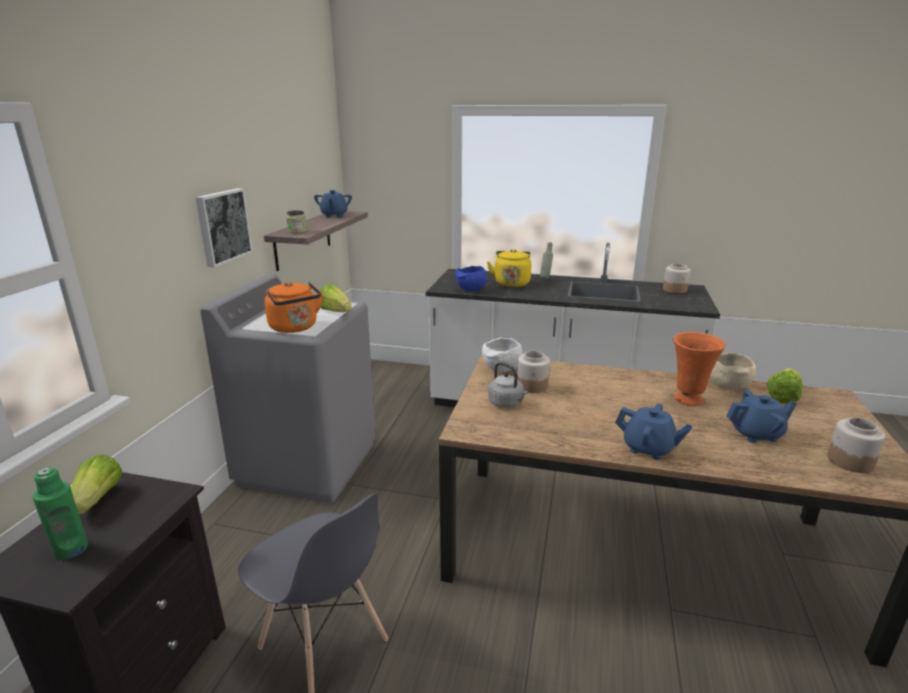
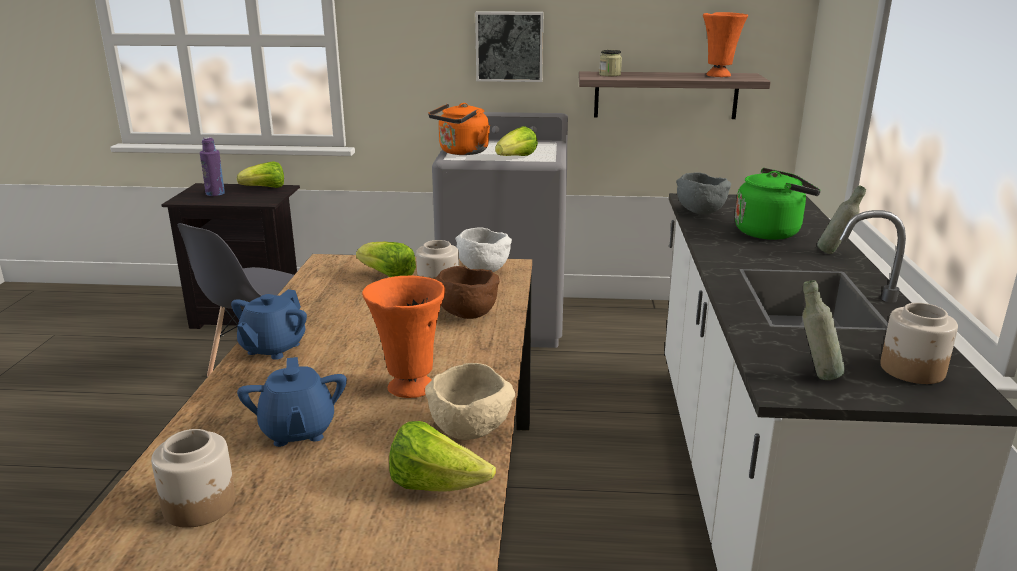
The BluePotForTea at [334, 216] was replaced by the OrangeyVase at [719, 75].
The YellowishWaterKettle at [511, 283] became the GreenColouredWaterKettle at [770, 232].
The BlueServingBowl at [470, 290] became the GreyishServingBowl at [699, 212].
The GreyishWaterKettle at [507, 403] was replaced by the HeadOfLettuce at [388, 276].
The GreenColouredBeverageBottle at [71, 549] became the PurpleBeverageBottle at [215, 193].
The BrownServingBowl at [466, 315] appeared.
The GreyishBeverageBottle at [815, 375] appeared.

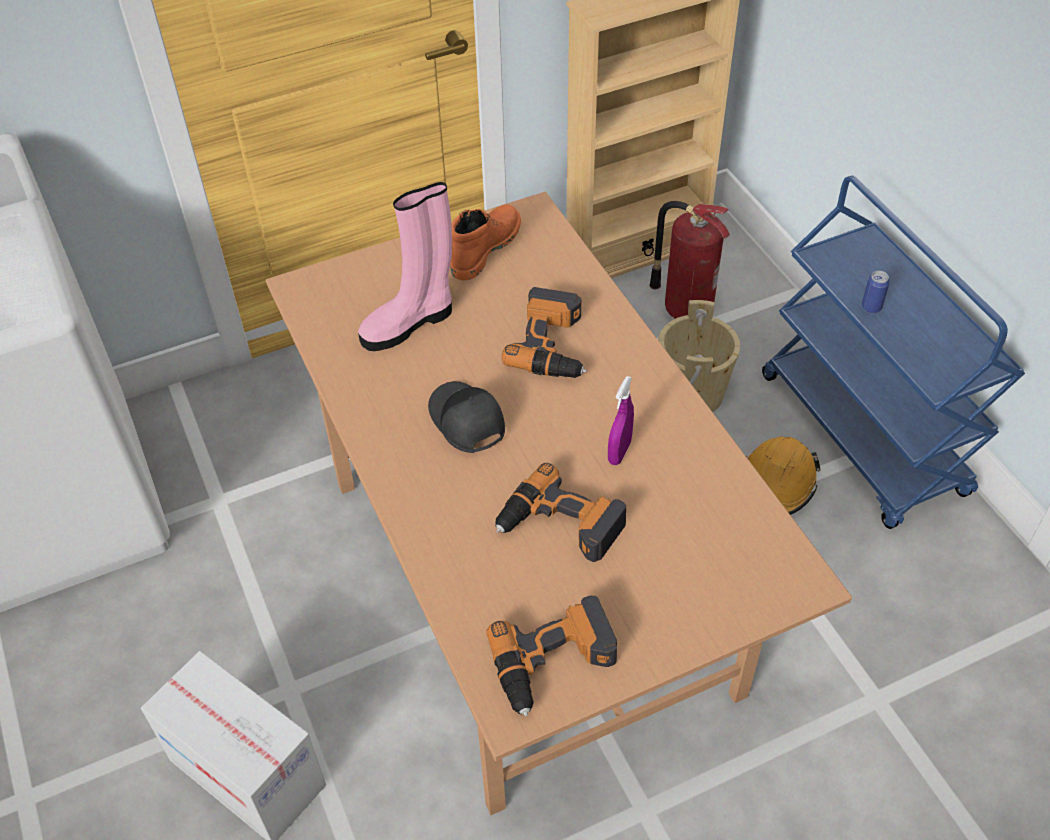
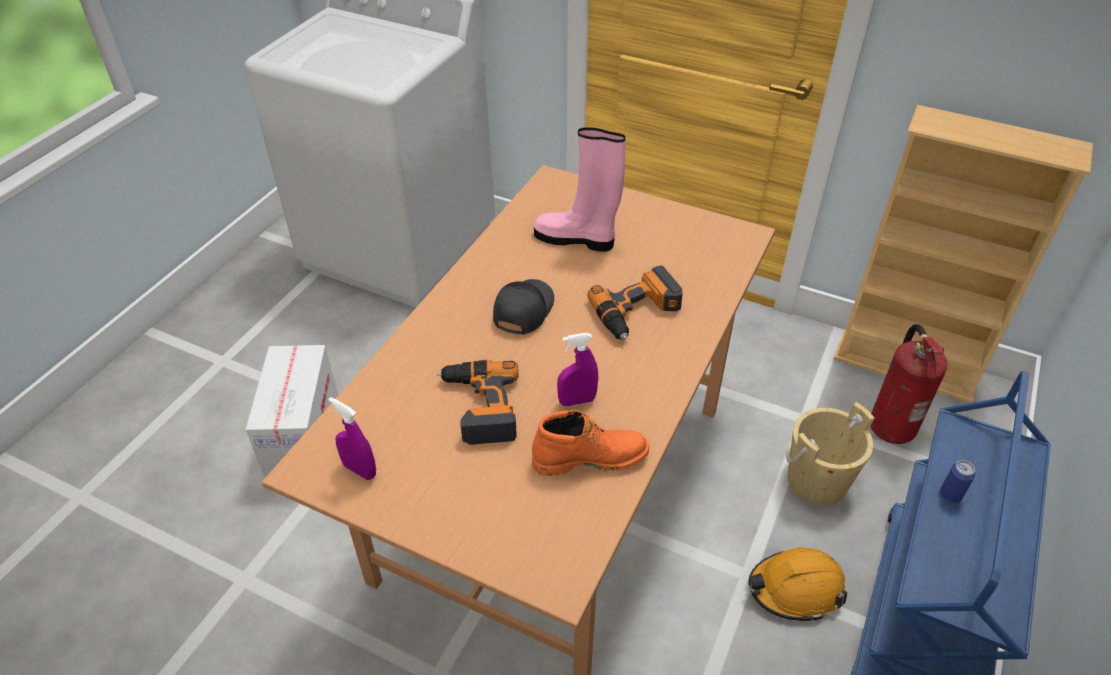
The OrangeyHighTopBoot moved from [484, 248] to [590, 457].
The PowerDrill at [555, 663] was replaced by the PurpleHandSprayer at [360, 470].

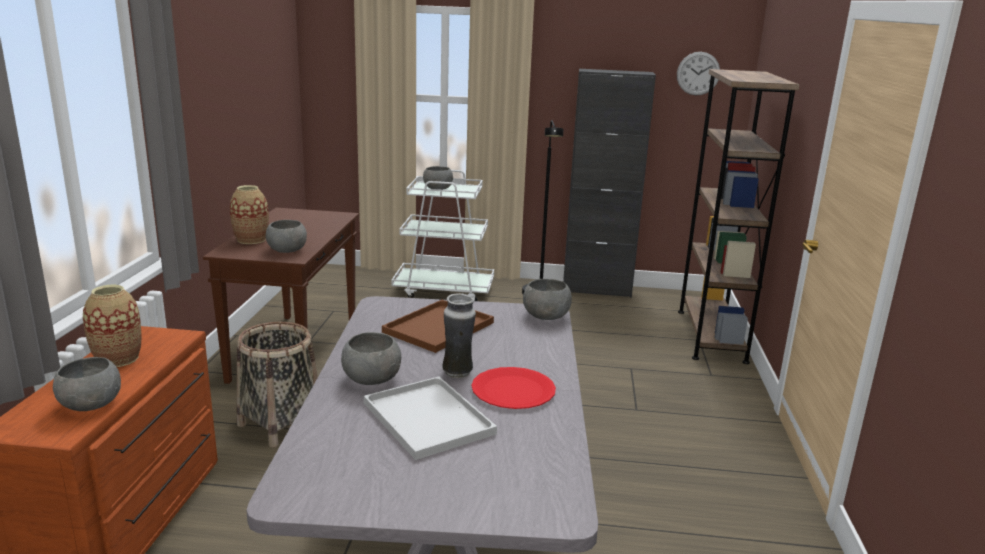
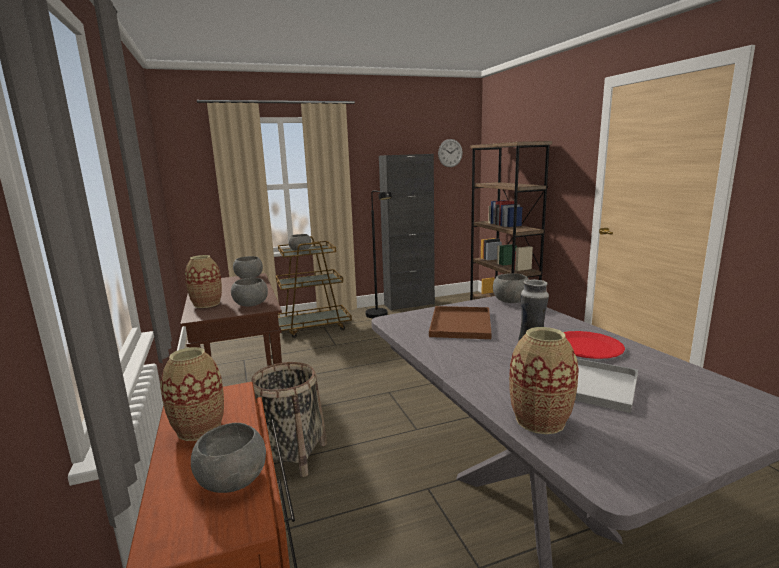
The WhiteColouredWheeledCart at [444, 290] became the BrownWheeledCart at [313, 327].
The GreyishServingBowl moved from [371, 378] to [249, 277].
The Vase at [539, 420] appeared.

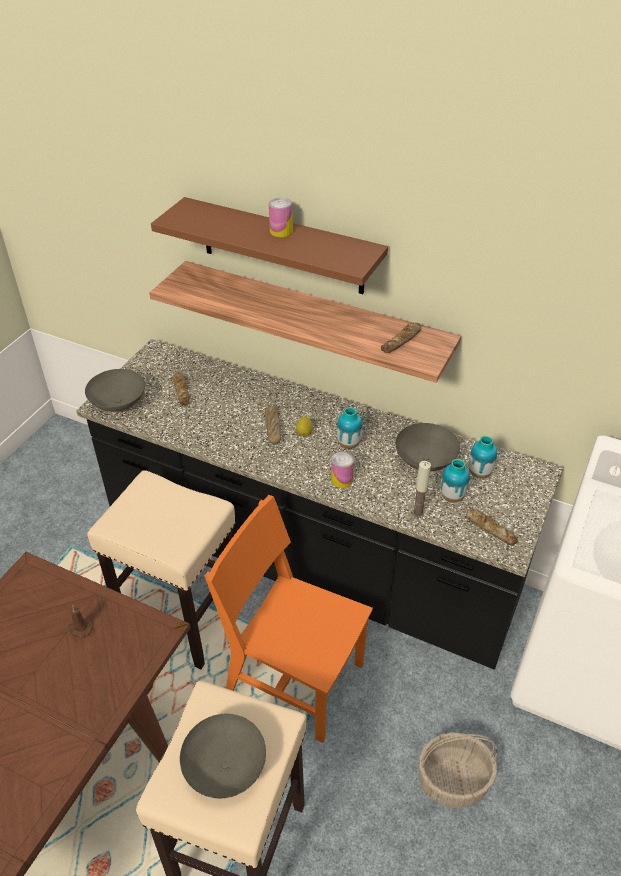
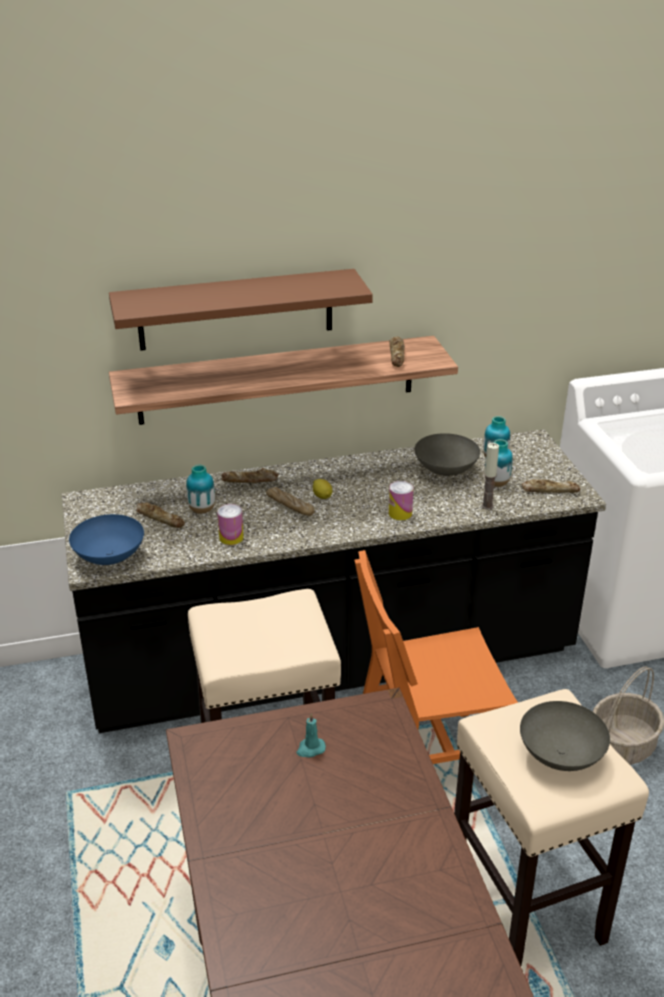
The SealedCan moved from [281, 231] to [231, 537].
The GreyishServingBowl at [119, 404] became the BlueServingBowl at [110, 557].
The Vase moved from [348, 444] to [202, 510].
The BrownWaxCandle at [80, 629] became the TurquoiseColouredWaxCandle at [310, 749].
The BakeryBread at [250, 480] appeared.

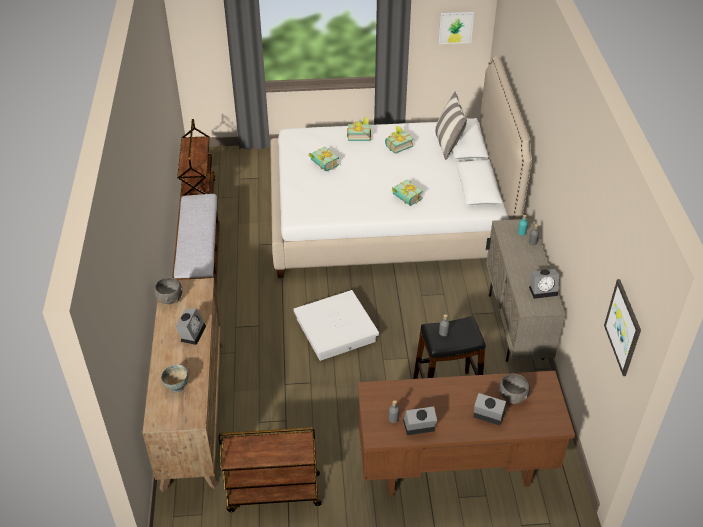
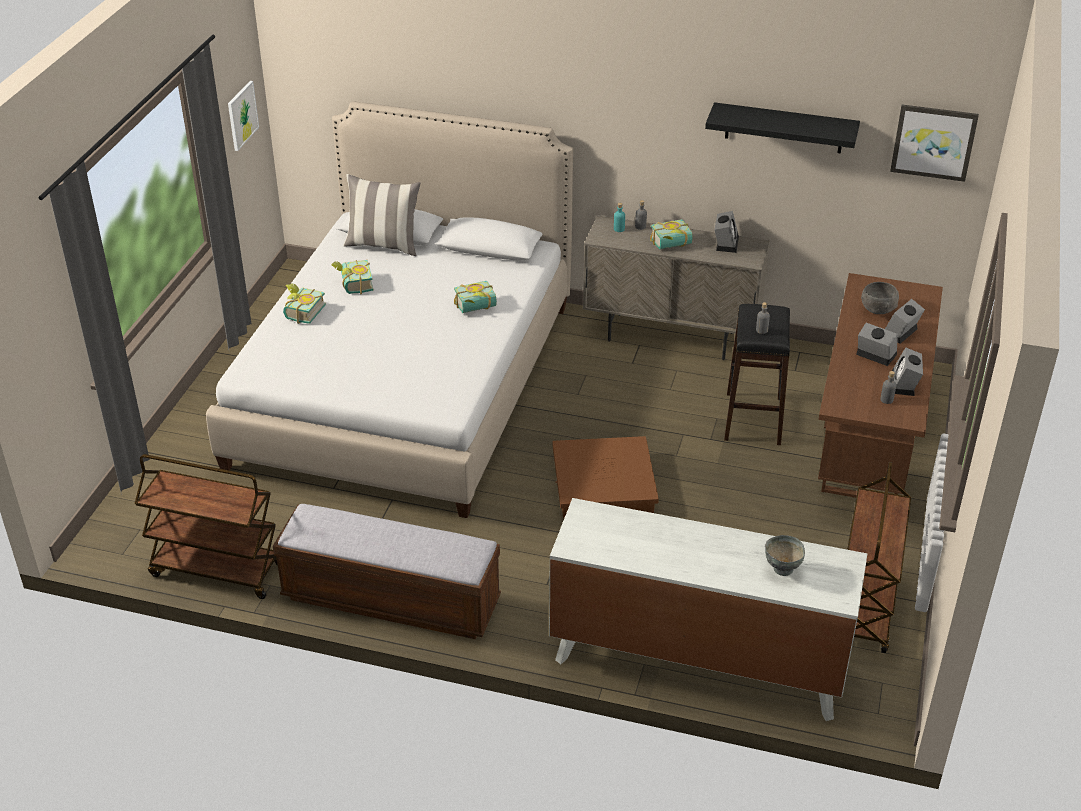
The Volume moved from [322, 165] to [672, 245].
The GreyishServingBowl at [169, 298] disappeared.
The BrownDrawerChest at [193, 411] became the WhiteColouredDrawerChest at [697, 661].
The WhiteColouredStorageBin at [335, 330] became the BrownStorageBin at [603, 485].
The AlarmClock moved from [192, 332] to [874, 355].
The BlackishWallShelf at [784, 128] appeared.

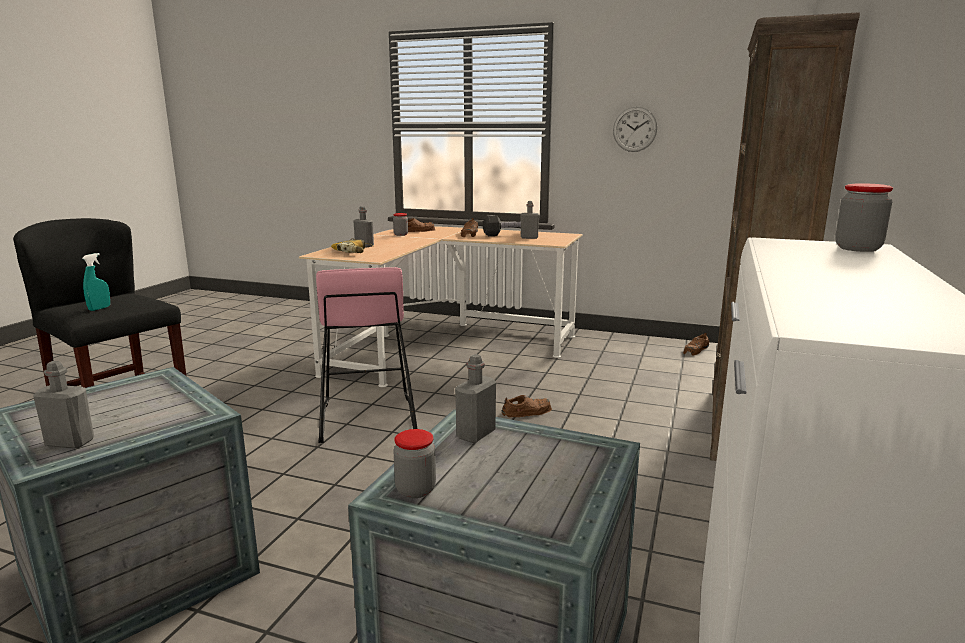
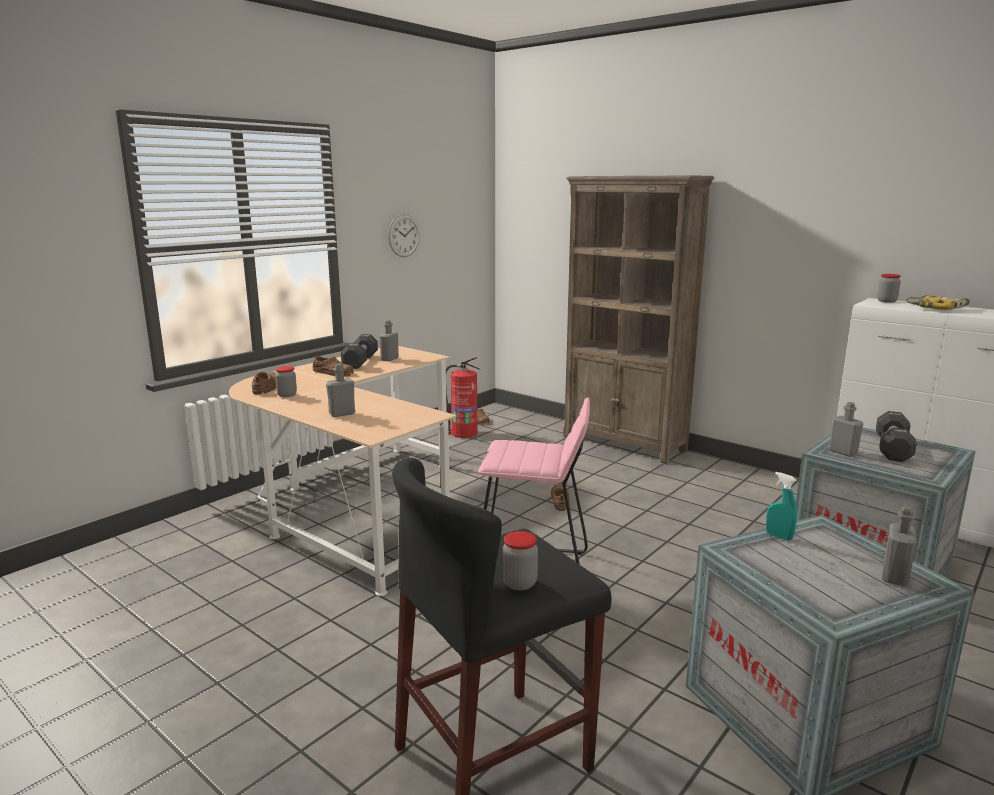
The PowerDrill moved from [354, 251] to [938, 308].
The TurquoiseColouredHandSprayer moved from [99, 308] to [778, 536].
The Jar moved from [415, 490] to [519, 583].
The Extinguisher at [463, 433] appeared.
The BlackishDumbbell at [892, 449] appeared.

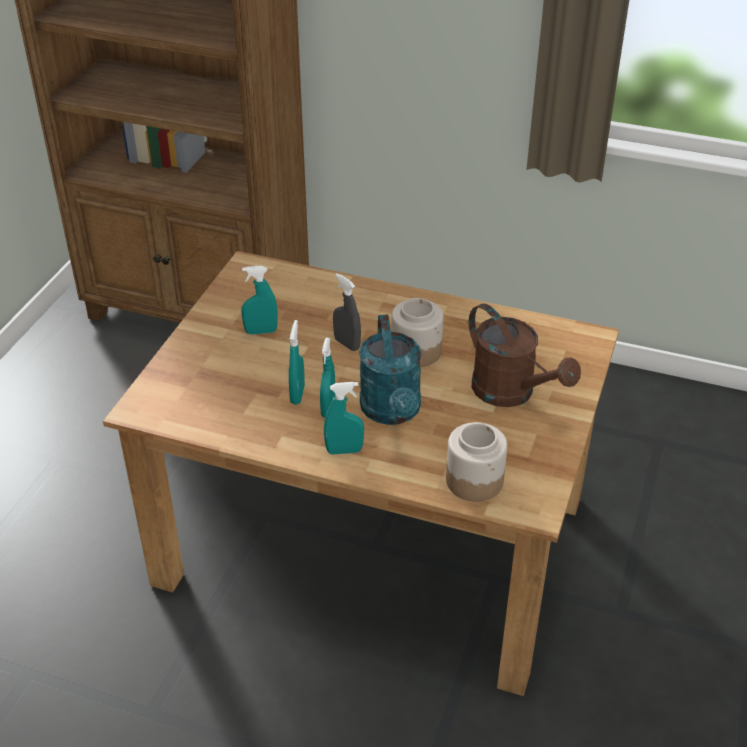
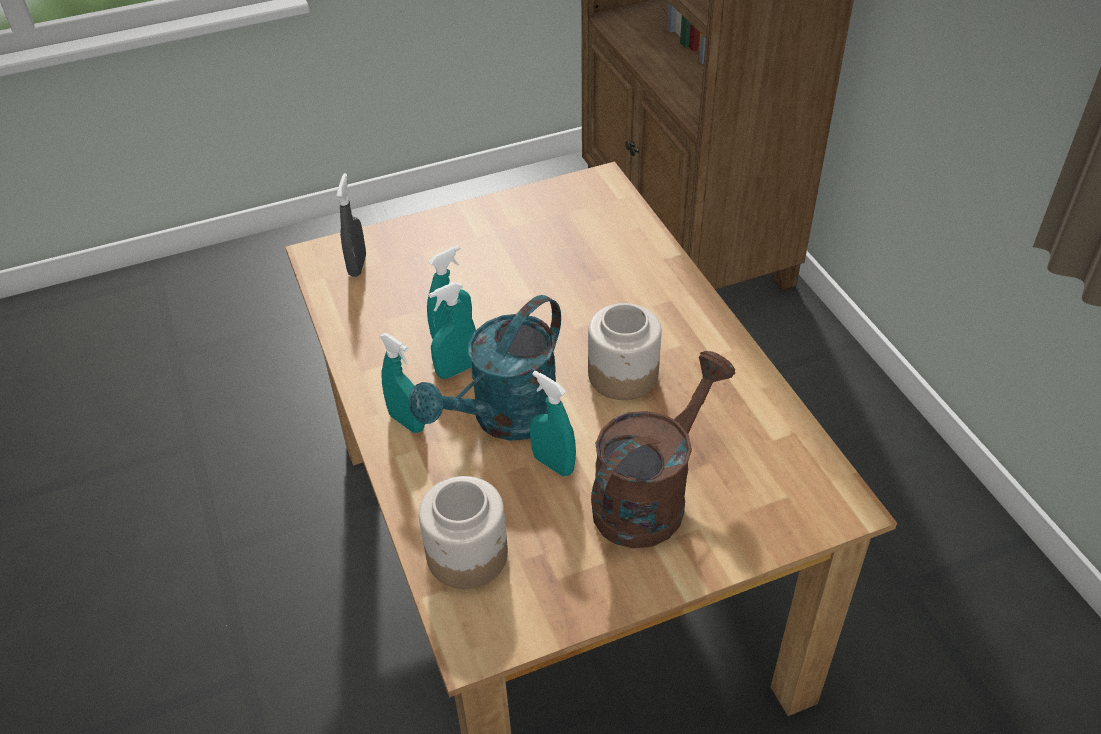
The TurquoiseColouredHandSprayer moved from [261, 331] to [553, 464].
The GreyishHandSprayer moved from [347, 344] to [357, 265].
The BrownSprinklingCan at [512, 393] turned 150 degrees counterclockwise.

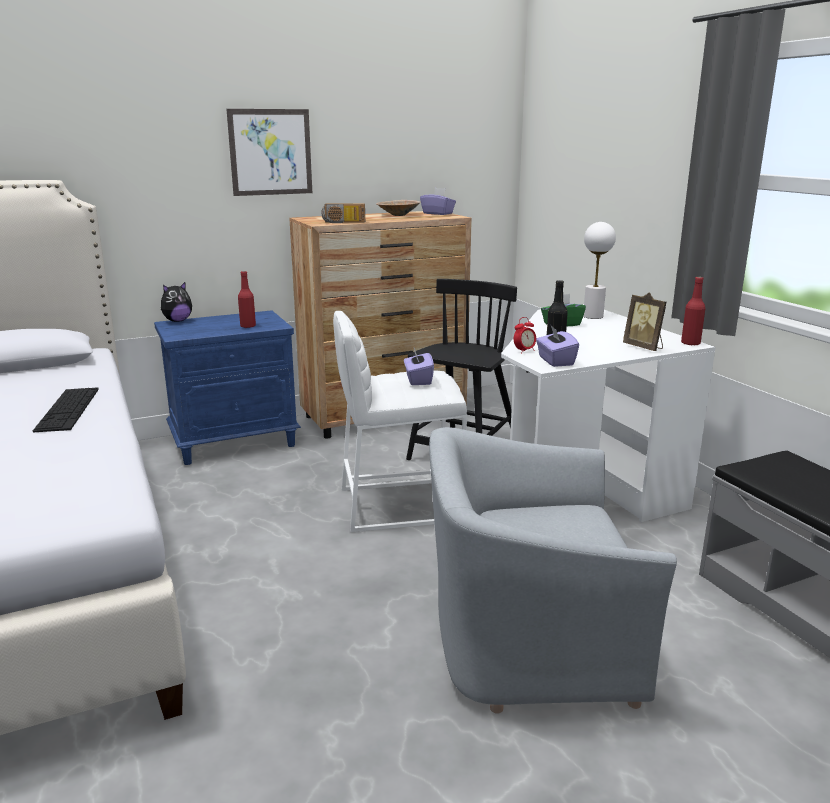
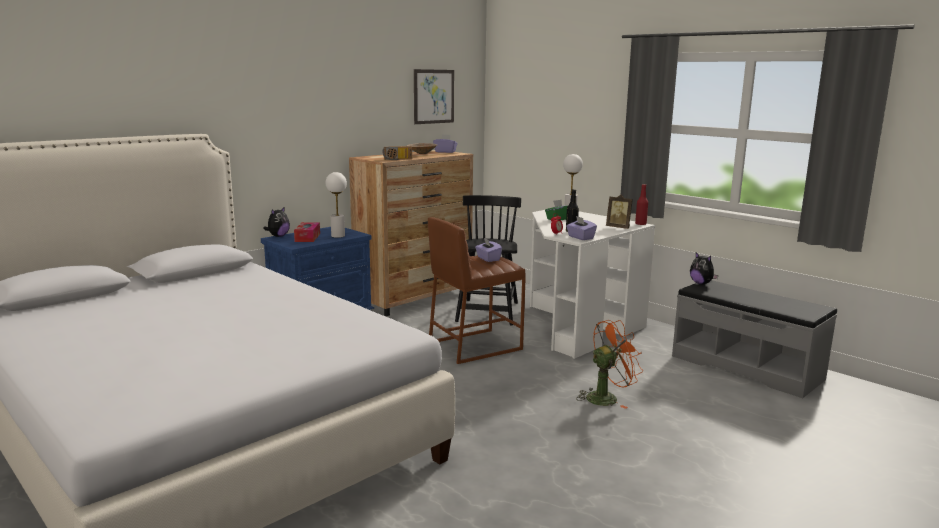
The WallArt moved from [270, 152] to [433, 96].
The ReddishBeverageBottle at [248, 326] was replaced by the WhiteColouredTabletopLamp at [338, 236].
The WhiteColouredStool at [399, 504] became the BrownStool at [474, 346].
The ComputerKeyboard at [68, 409] disappeared.
The GreyishLoungeChair at [527, 639] was replaced by the OrangeyElectricFan at [607, 397].
The TissueHolder at [307, 237] appeared.
The PlushToy at [701, 283] appeared.

